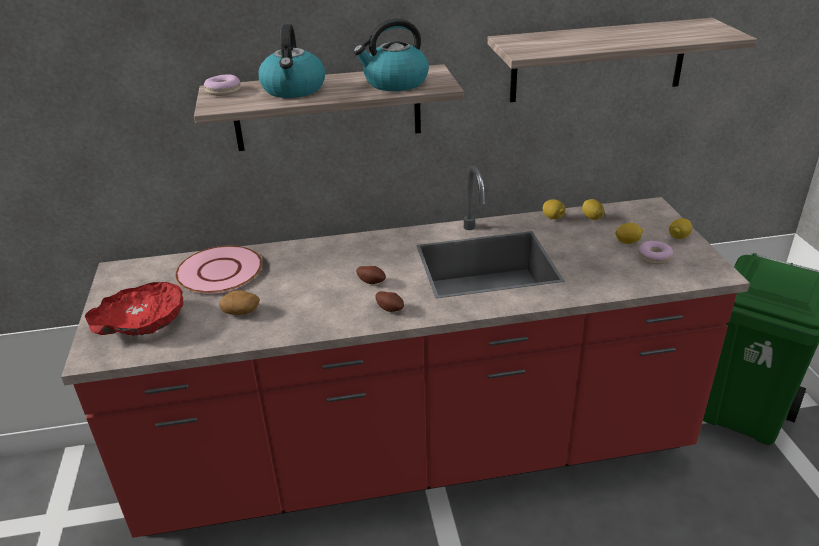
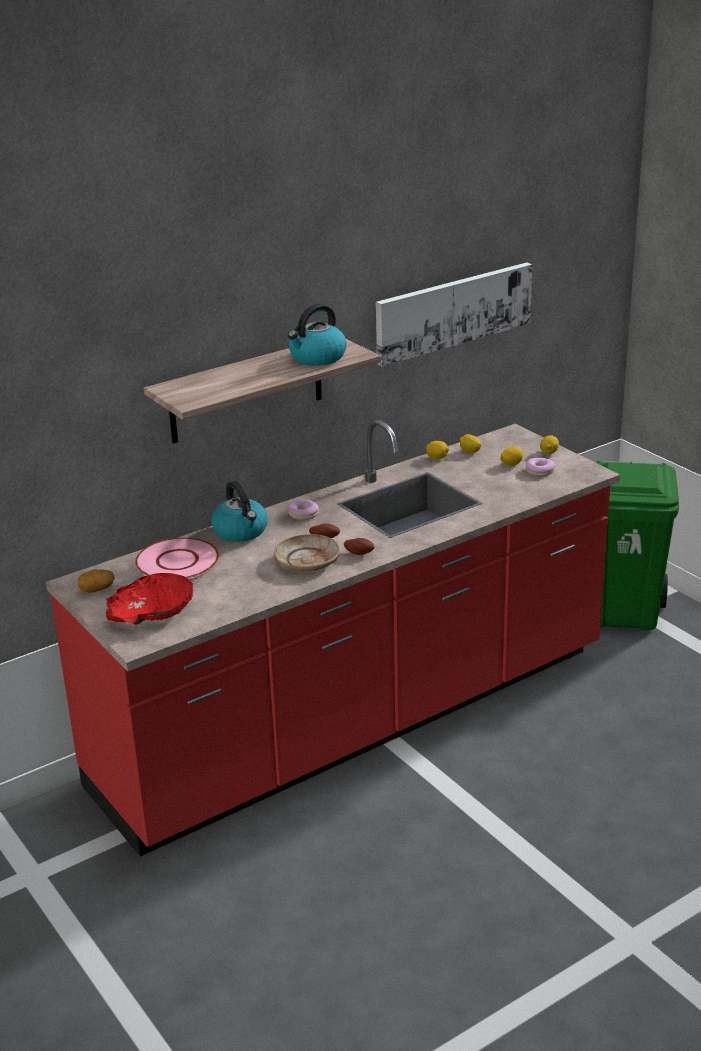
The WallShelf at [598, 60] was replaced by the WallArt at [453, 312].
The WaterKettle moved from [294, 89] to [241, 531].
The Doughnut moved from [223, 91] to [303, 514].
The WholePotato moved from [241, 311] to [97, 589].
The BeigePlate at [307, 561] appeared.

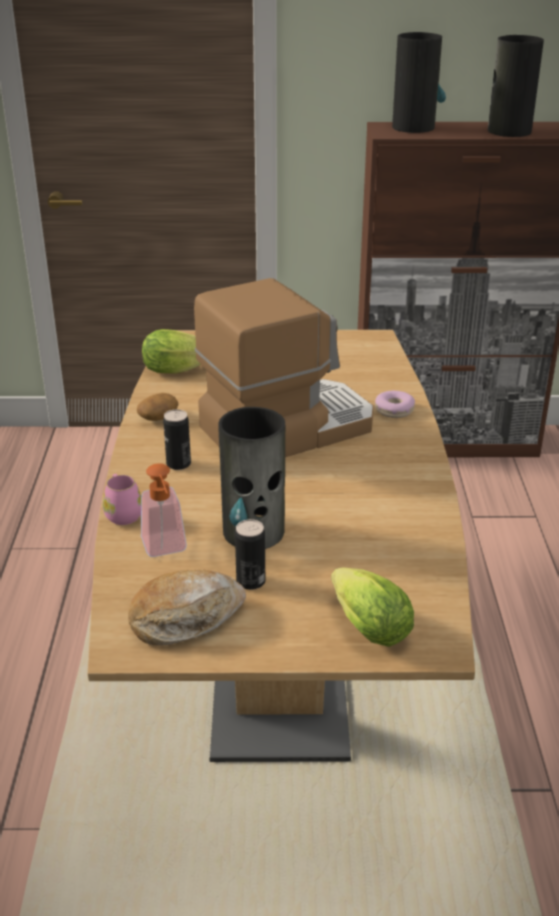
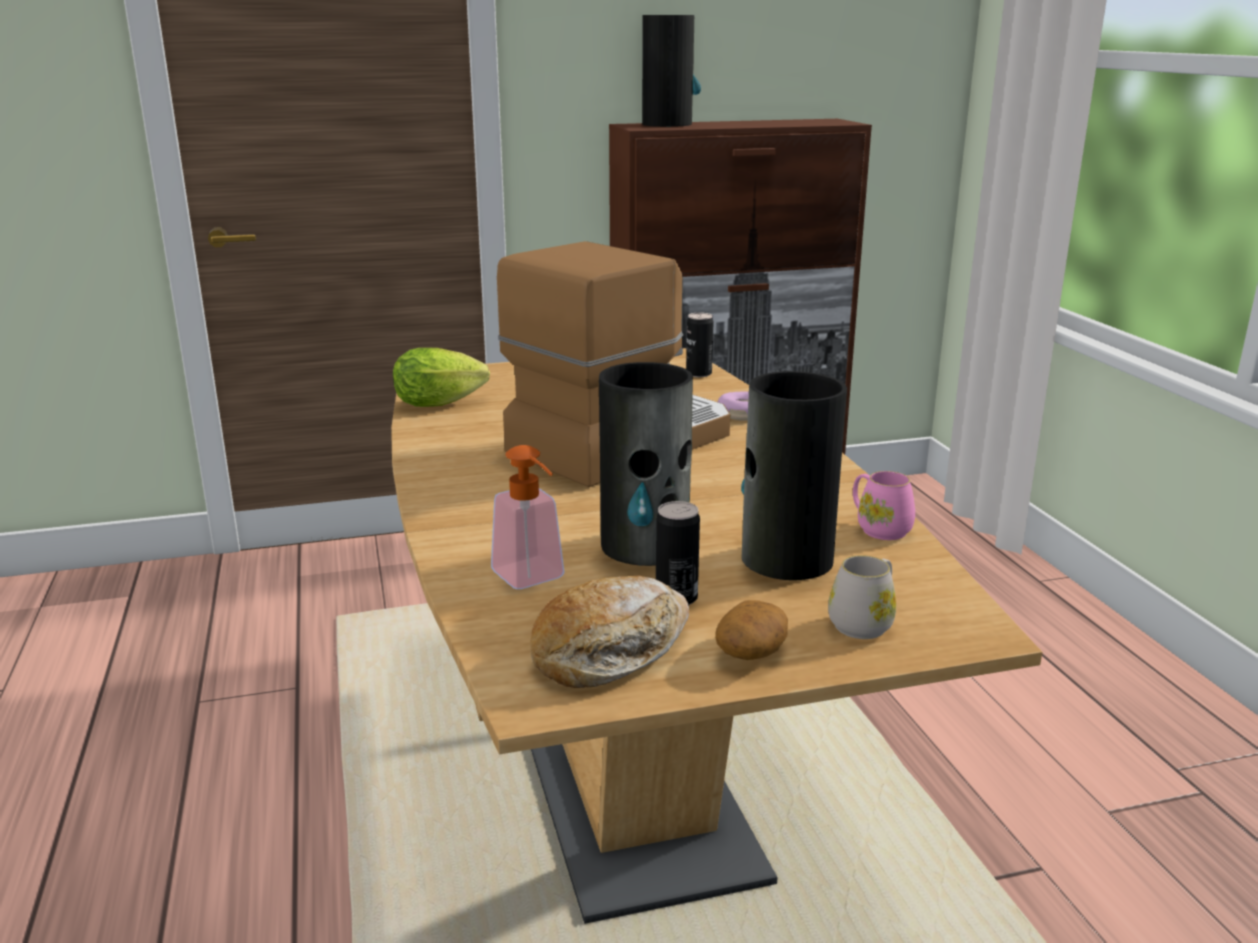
The Vase moved from [508, 131] to [785, 559].
The WholePotato moved from [158, 418] to [751, 652].
The SealedCan moved from [178, 464] to [698, 374].
The PinkTeaMug moved from [122, 513] to [878, 528].
The HeadOfLettuce at [365, 625] was replaced by the WhiteColouredTeaMug at [864, 623].

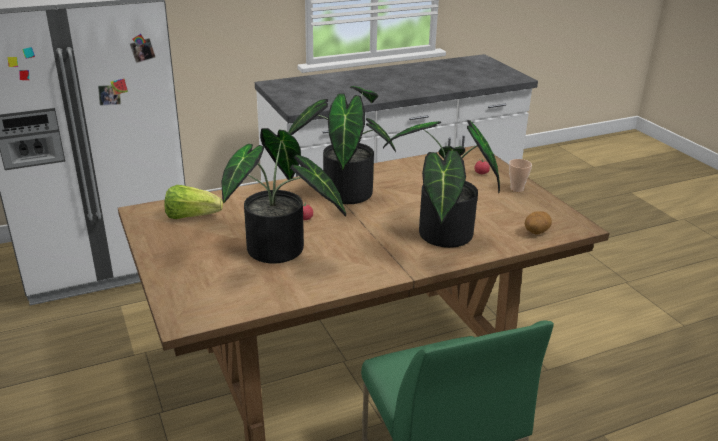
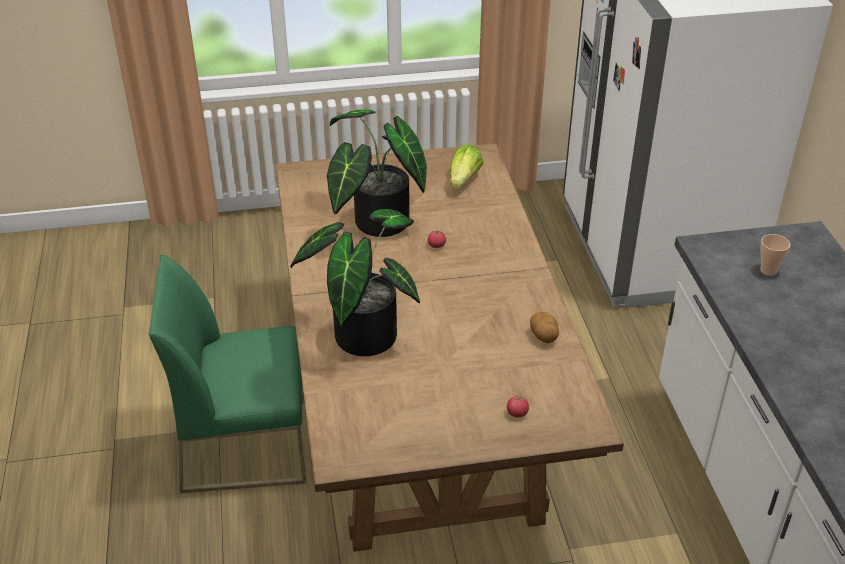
The PottedPlant at [343, 191] disappeared.
The DrinkingCup moved from [517, 189] to [768, 270].
The WholePotato moved from [536, 232] to [544, 336].

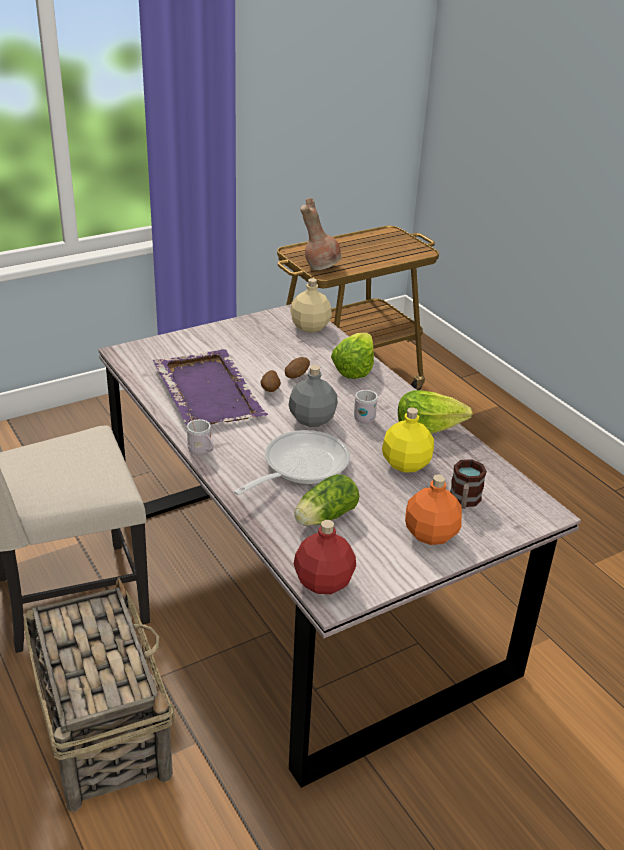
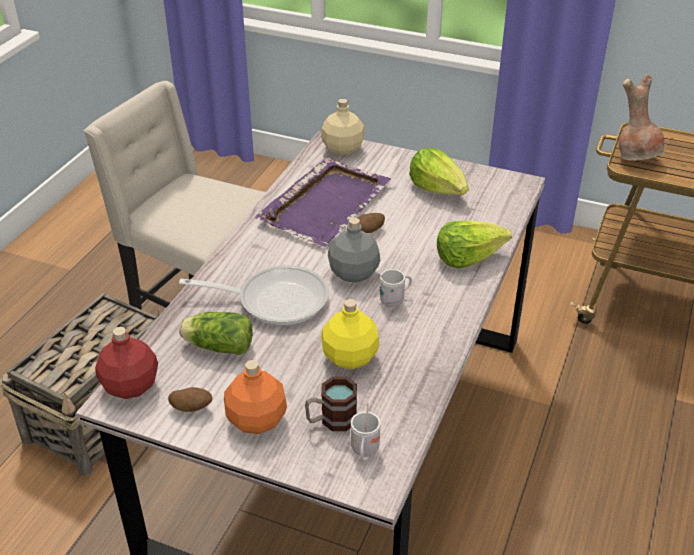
The BeigeBeverageBottle moved from [310, 327] to [342, 149].
The WholePotato moved from [296, 376] to [192, 408].
The HeadOfLettuce moved from [428, 428] to [438, 189].
The WhiteColouredTeaMug moved from [202, 452] to [364, 451].

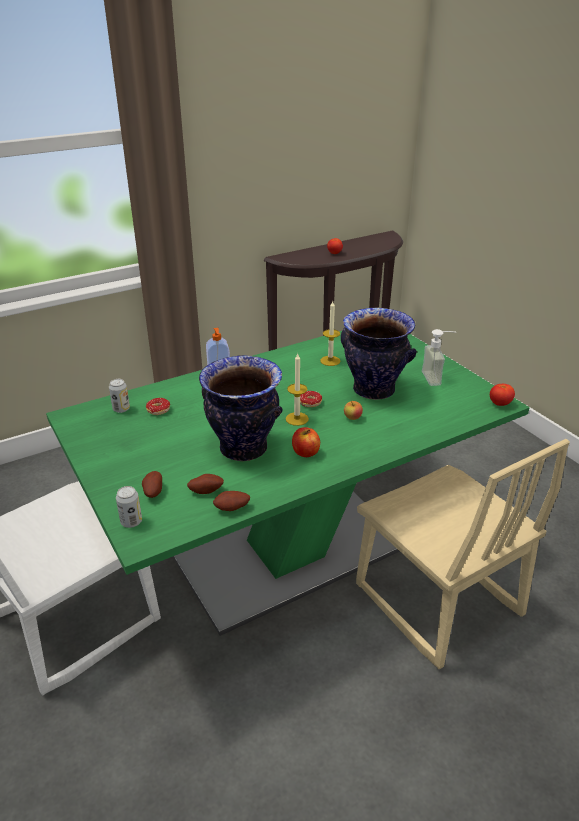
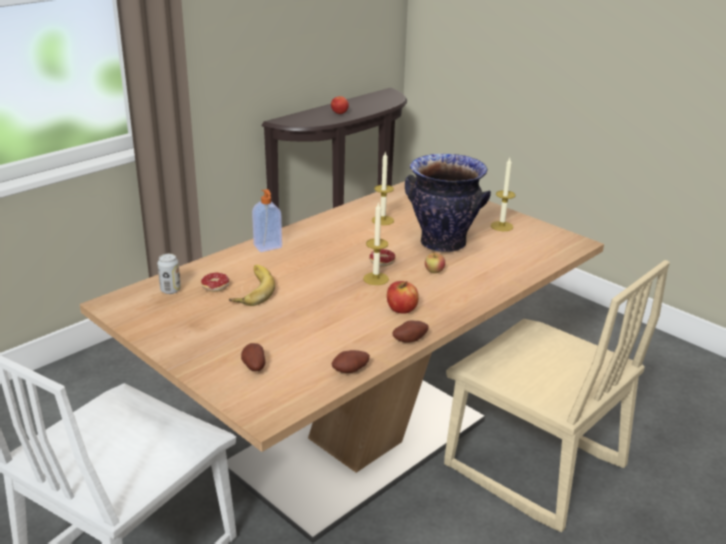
The SoapBottle at [437, 378] was replaced by the WaxCandle at [502, 226].
The GreenColouredKitchenTable at [289, 551] became the BrownKitchenTable at [358, 443].
The Vase at [243, 449] disappeared.
The Tomato at [500, 404] disappeared.
The WholePotato moved from [206, 490] to [409, 339].
The SealedCan at [131, 522] disappeared.
The Banana at [251, 290] appeared.

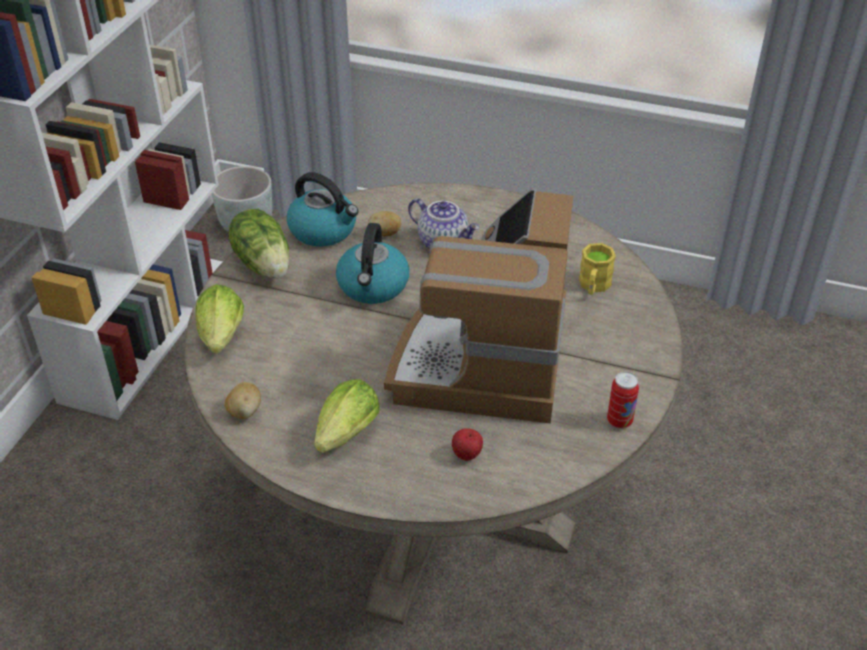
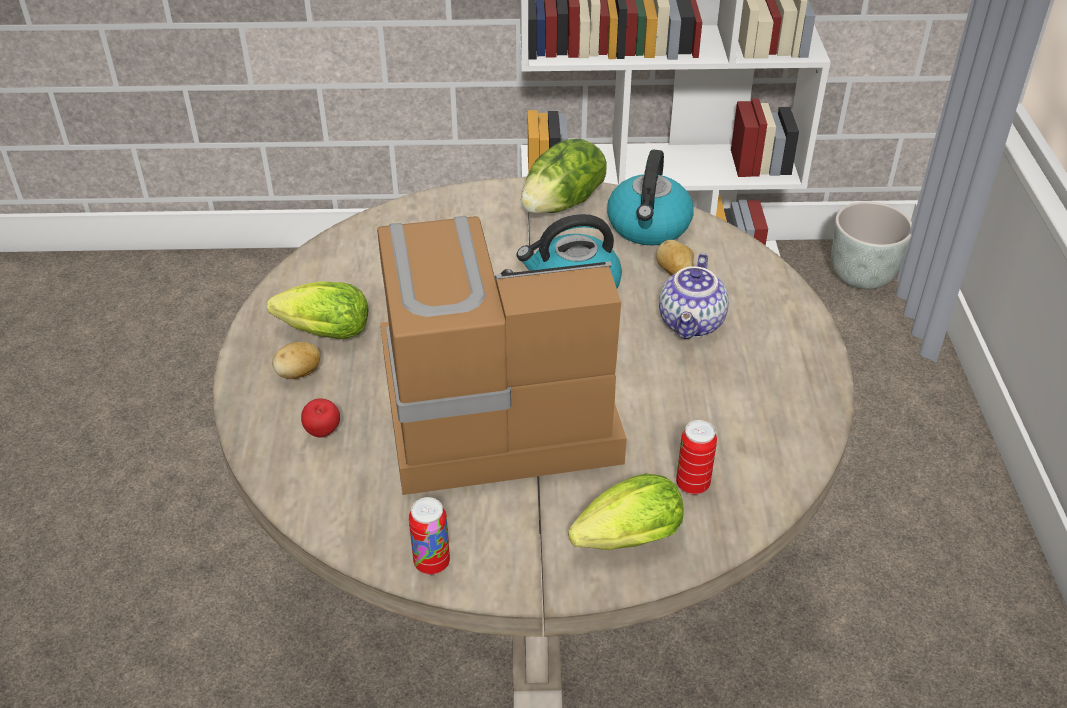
The YellowishTeaMug at [593, 286] was replaced by the SealedCan at [692, 484].
The HeadOfLettuce moved from [221, 339] to [622, 541].
The WholePotato moved from [245, 411] to [299, 374].

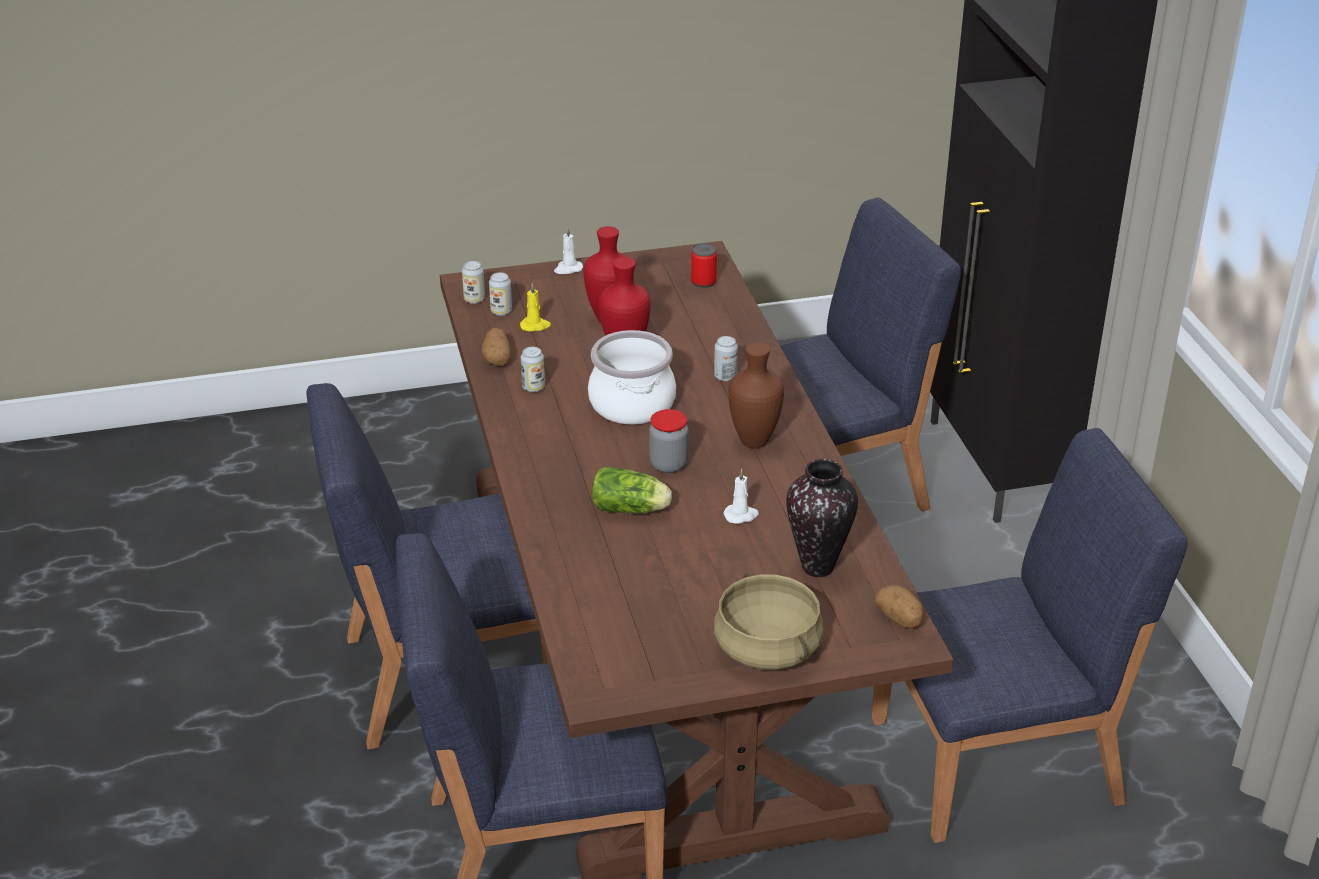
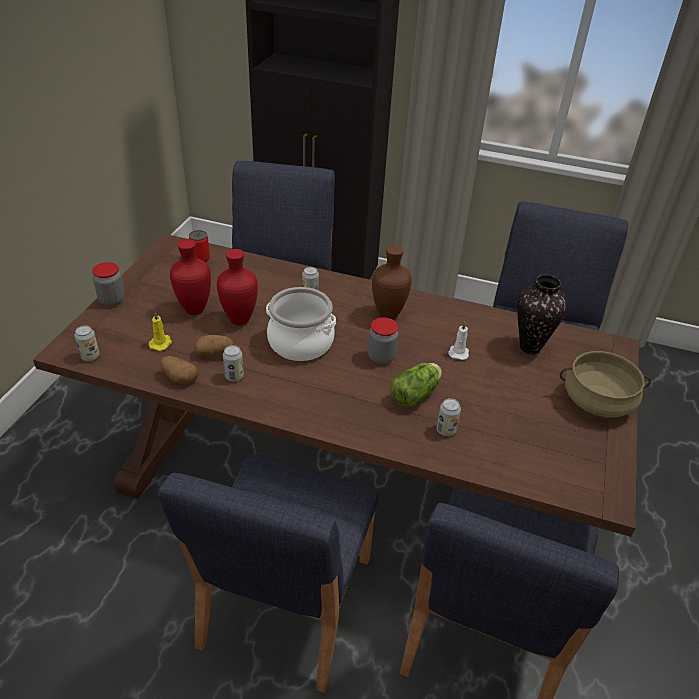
The WhiteColouredWaxCandle at [568, 269] was replaced by the Jar at [112, 300].
The SealedCan moved from [501, 311] to [446, 430].
The WholePotato moved from [899, 619] to [215, 354].

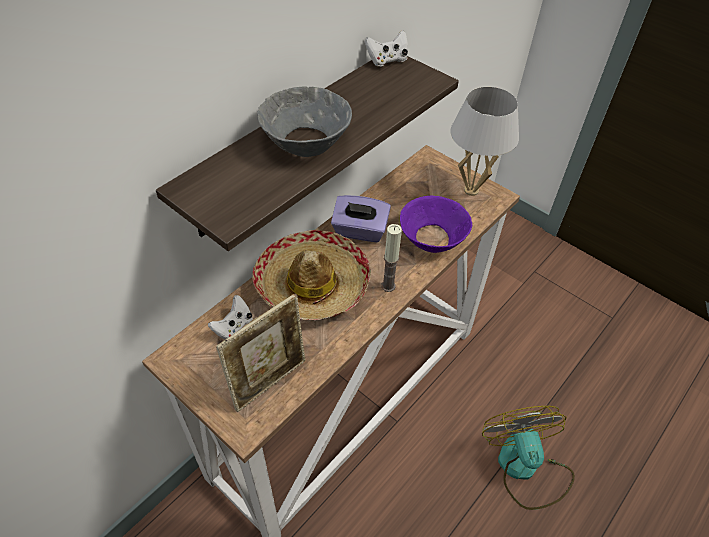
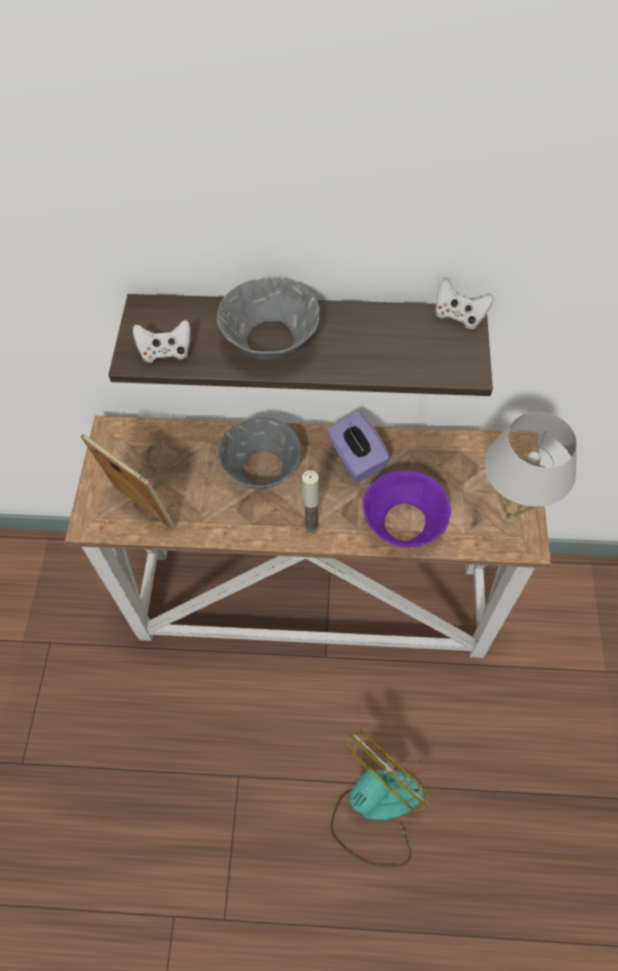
The WearableHat at [313, 284] was replaced by the GreyishServingBowl at [261, 468].
The StandingFrame at [270, 381] turned 150 degrees counterclockwise.
The WhiteColouredGameController moved from [234, 327] to [166, 352].

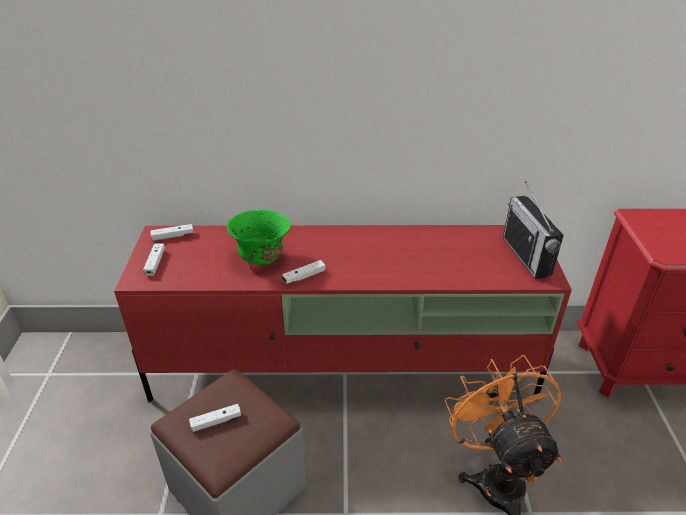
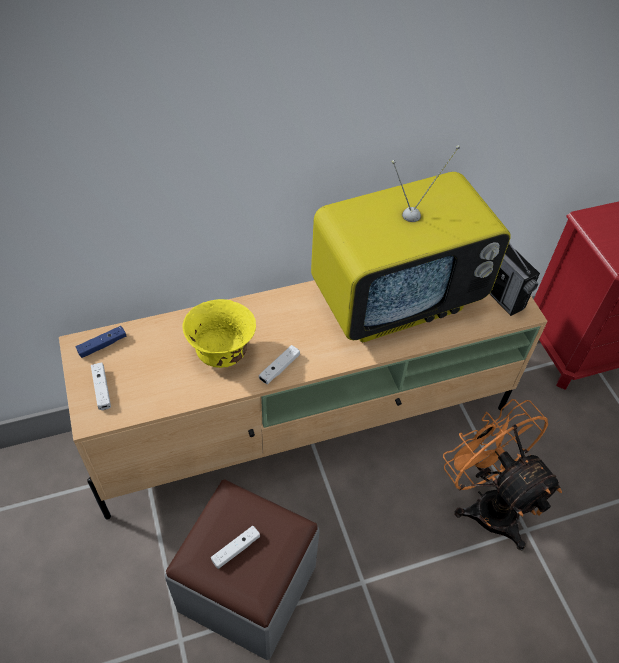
The GreenColouredServingBowl at [261, 258] became the YellowishServingBowl at [221, 354].
The WhiteColouredGameController at [173, 236] became the BlueGameController at [102, 345].
The ReddishTvUnit at [345, 370] became the BeigeTvUnit at [306, 424].
The Television at [396, 299] appeared.

